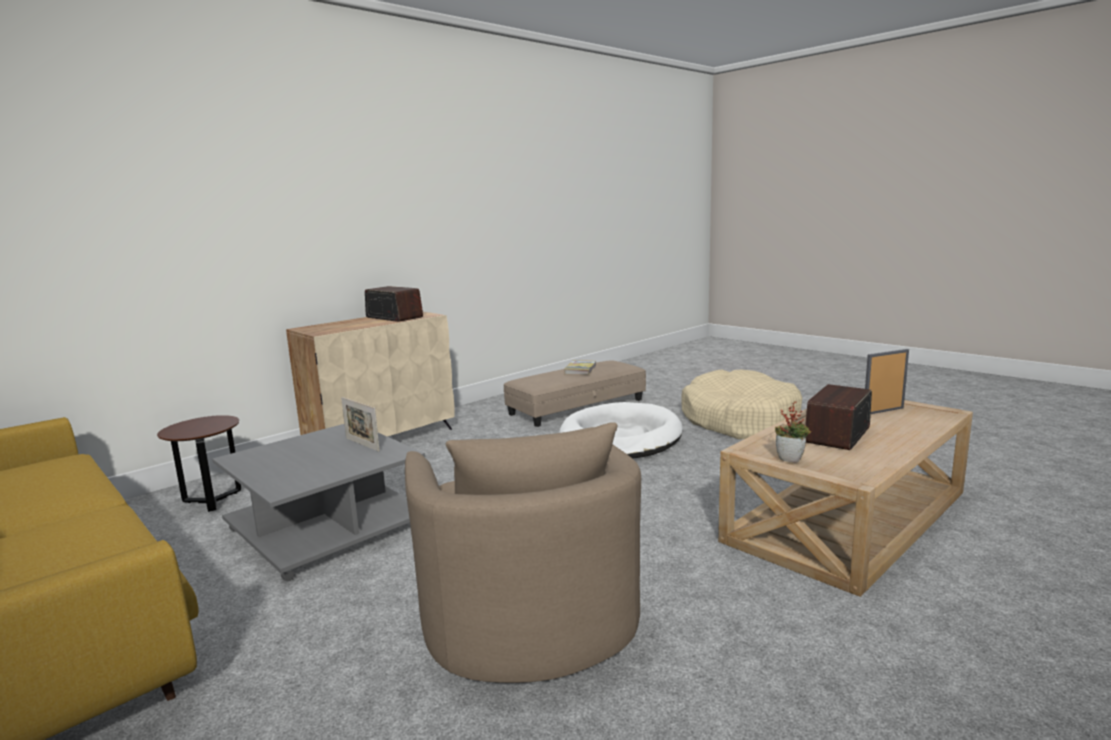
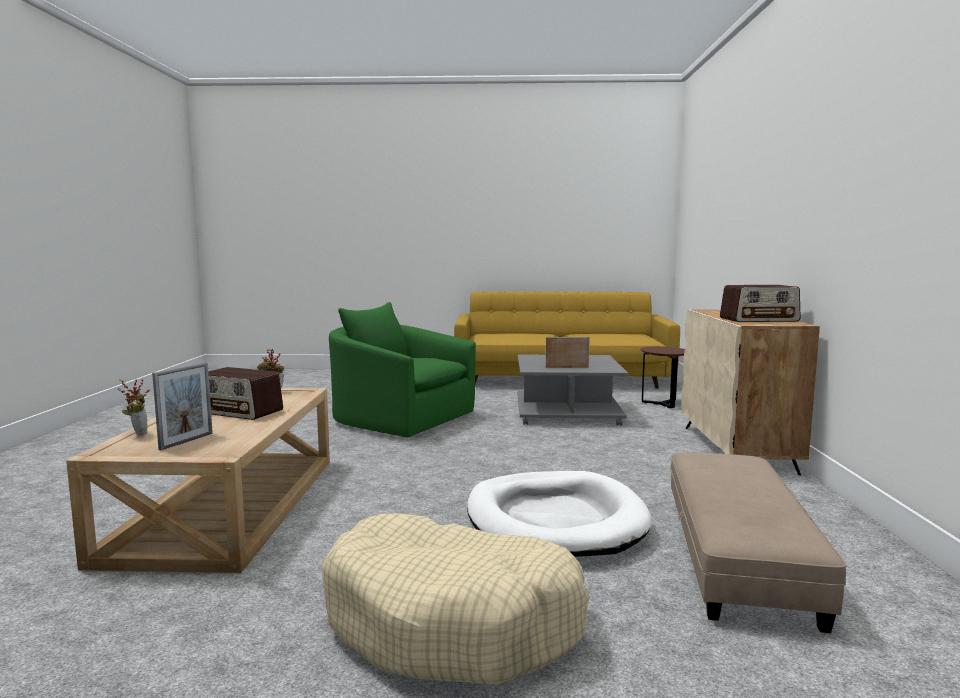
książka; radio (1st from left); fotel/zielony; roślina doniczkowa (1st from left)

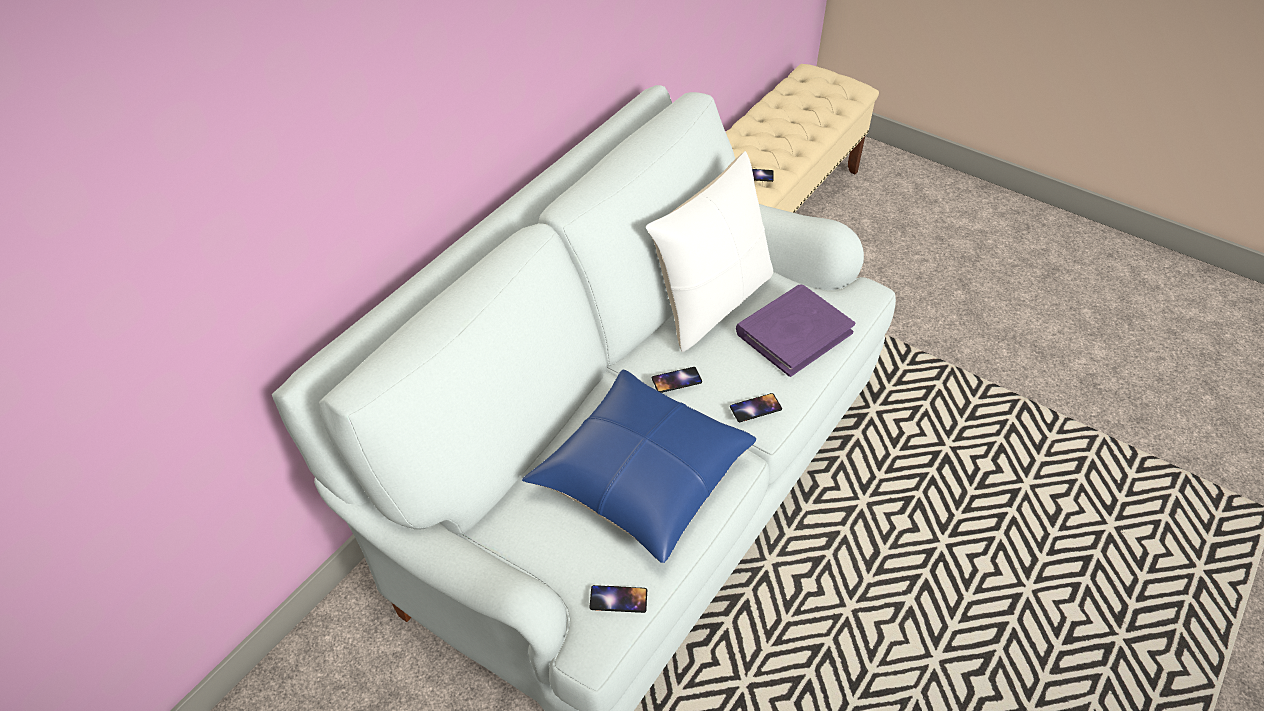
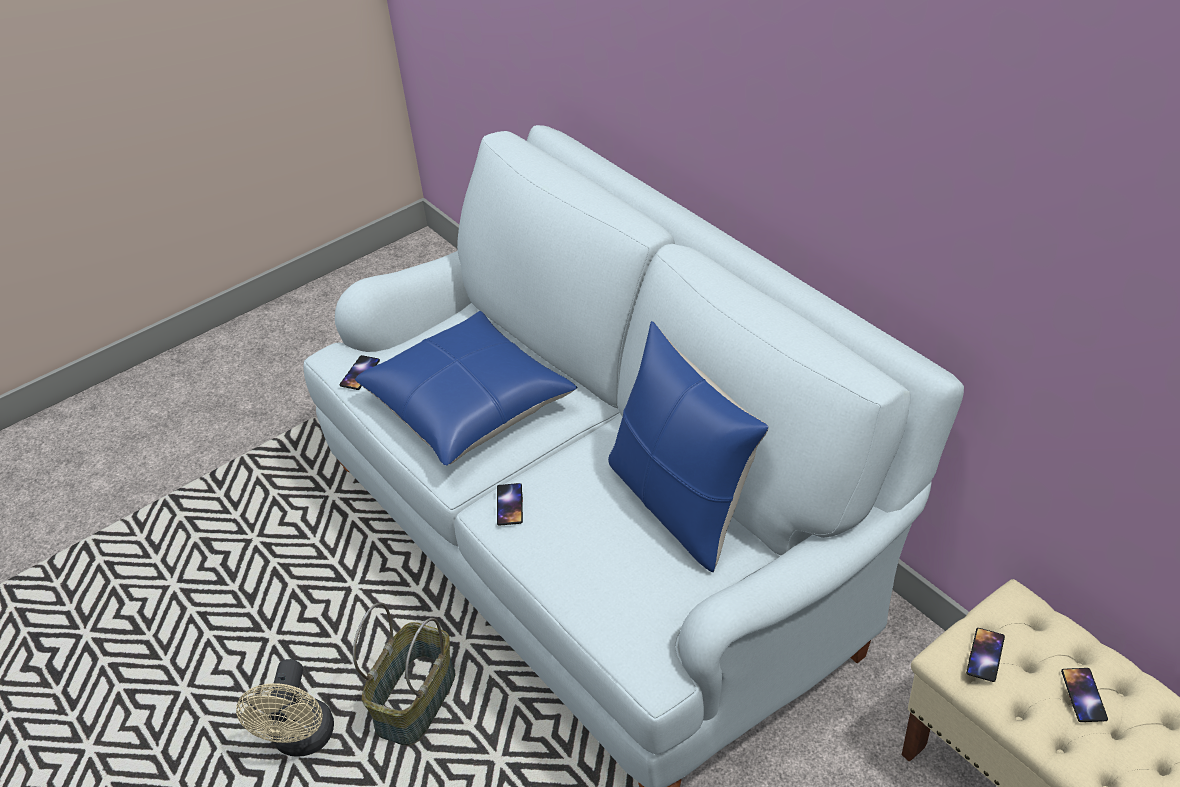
poduszka/niebieski (2nd from left); książka/fioletowy; telefon (4th from left); koszyk; wentylator/beżowy

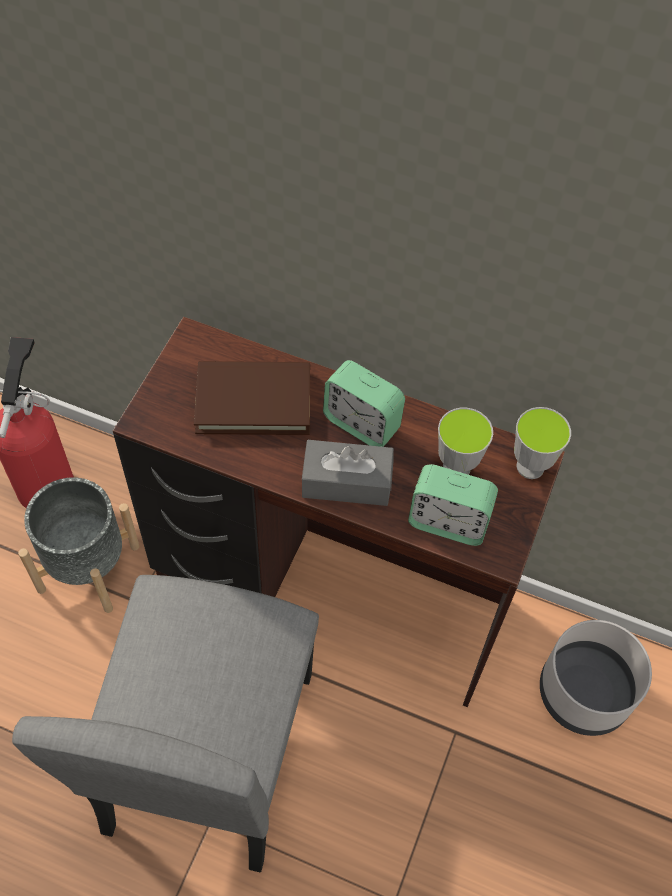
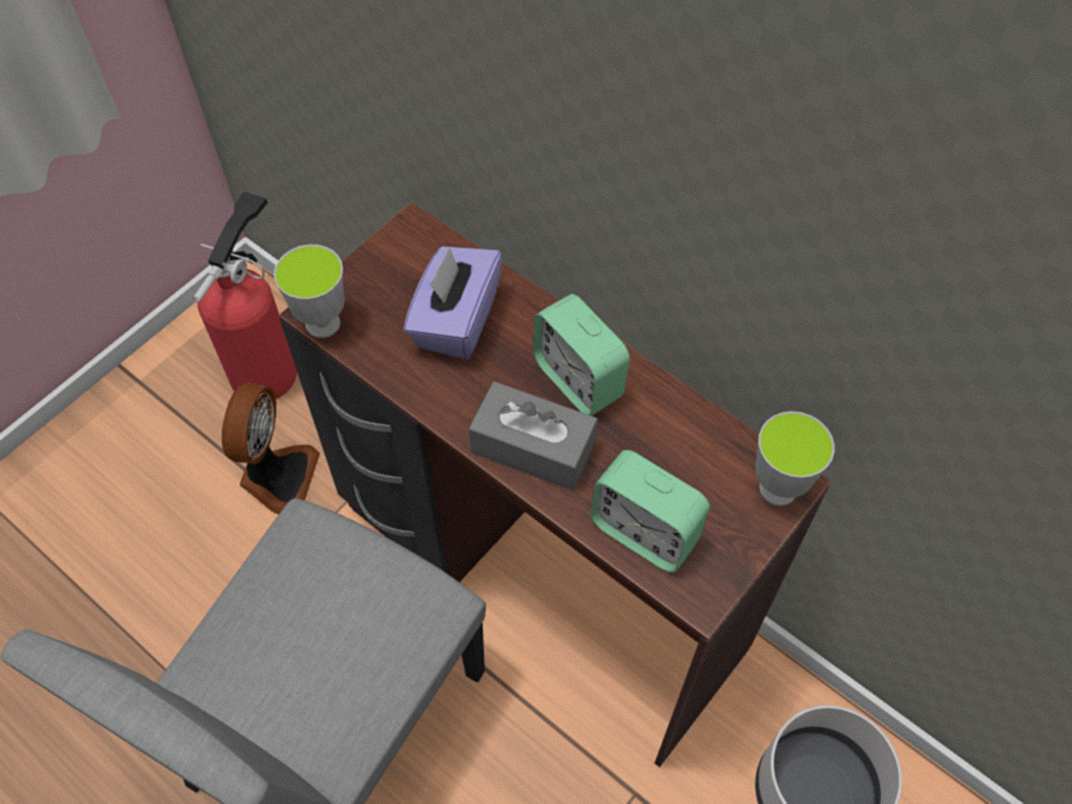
pudełko chusteczek/fioletowy; filiżanka (1st from left); wentylator

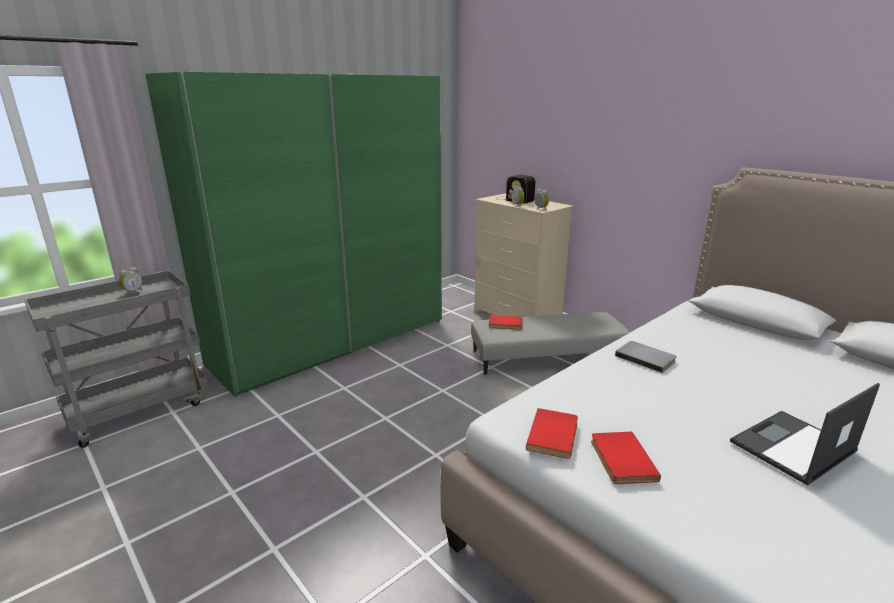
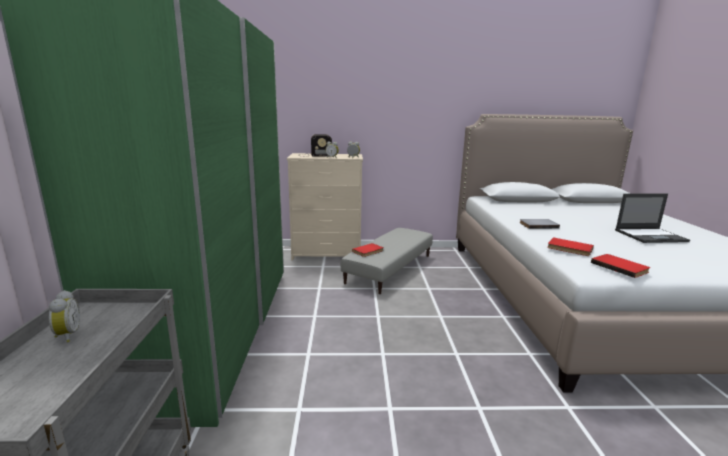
laptop; książka/czerwony (2nd from left)

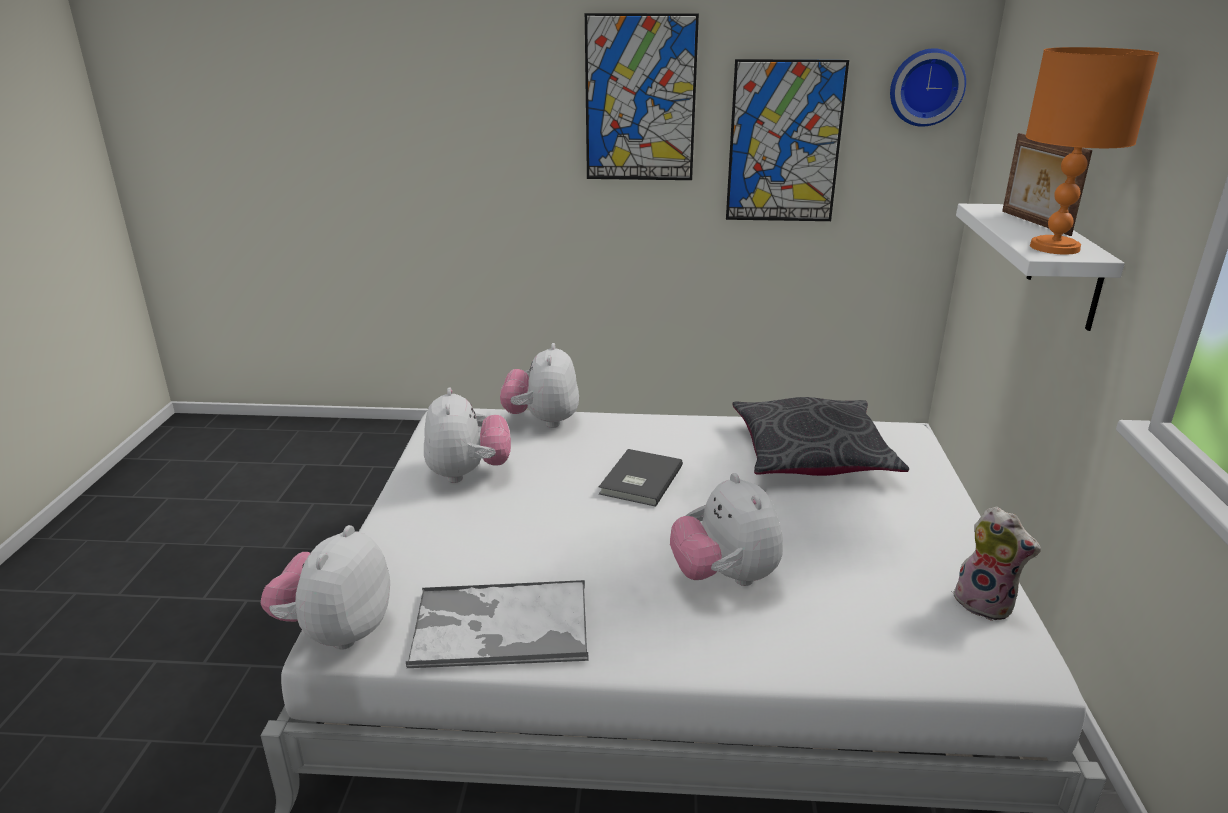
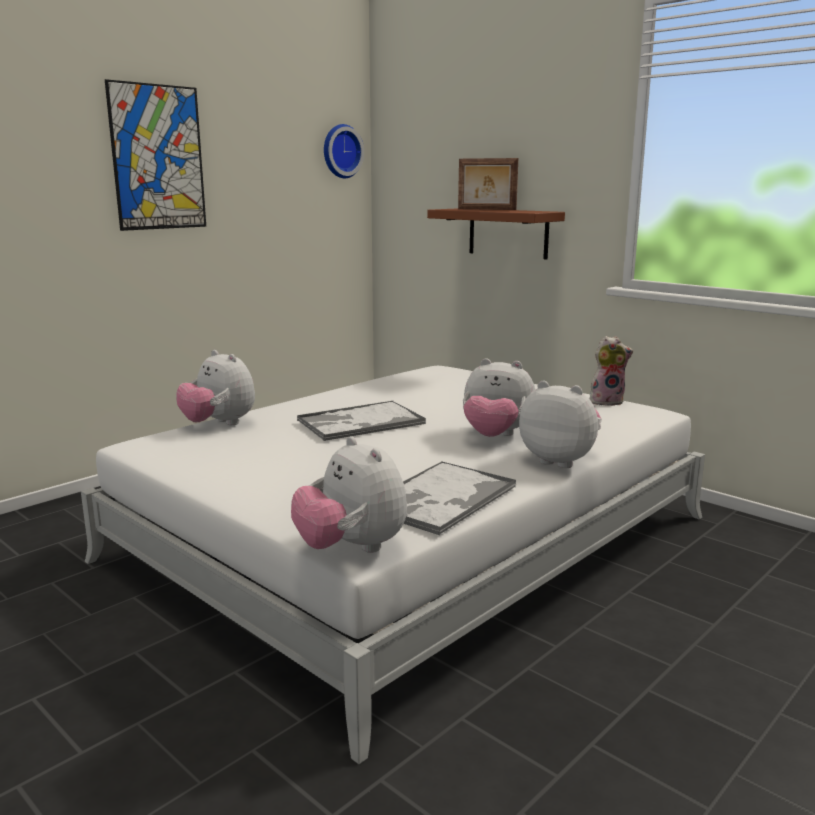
lampa stołowa/pomarańczowy; obraz (2nd from left in the first image); półka/brązowy; pluszak (4th from left); poduszka/szary; taca (1st from left)

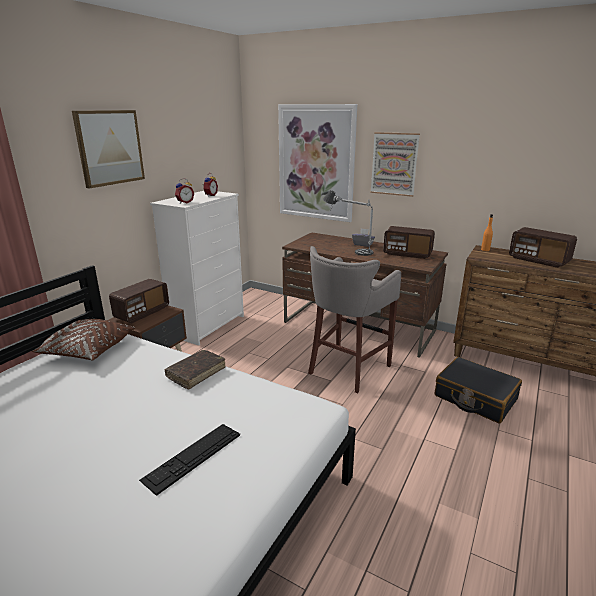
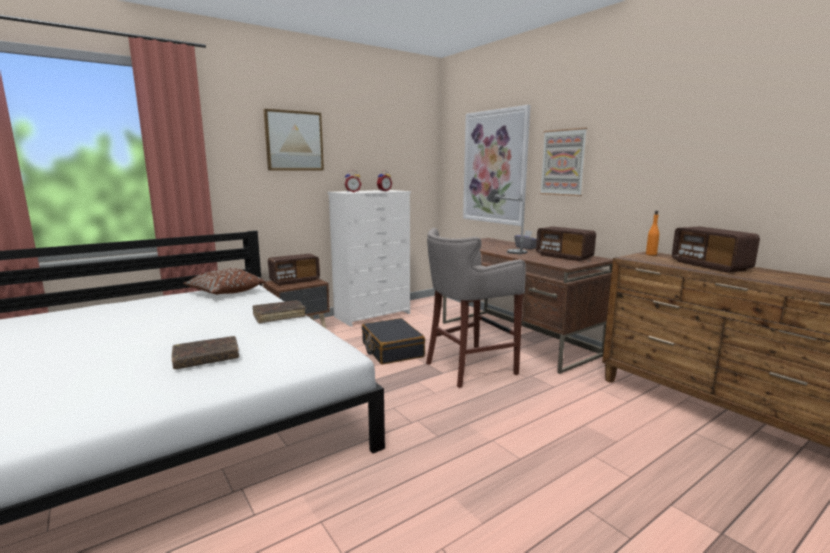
walizka/czarny; książka/brązowy (1st from left)

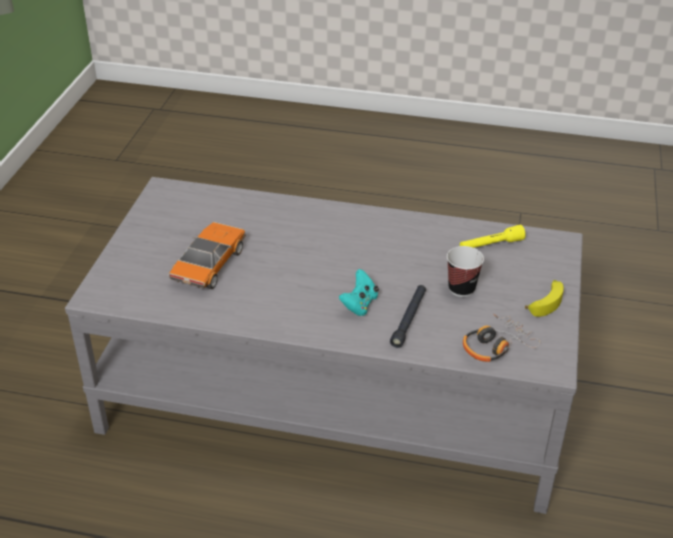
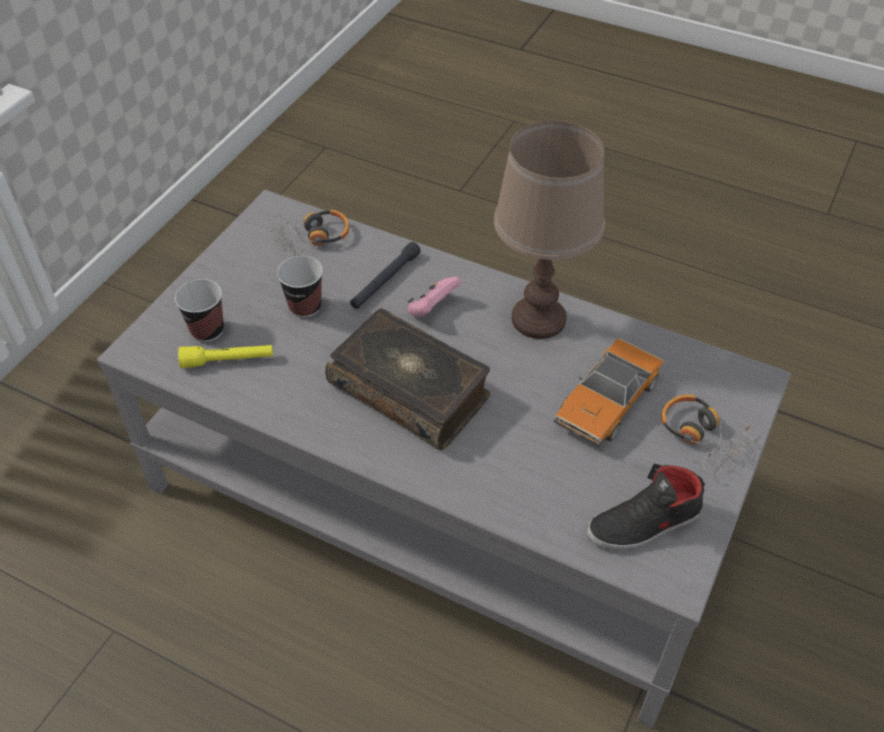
pad do gier/różowy; banan; lampa stołowa/brązowy; filiżanka (1st from left); książka; słuchawki (2nd from left); but/czarny

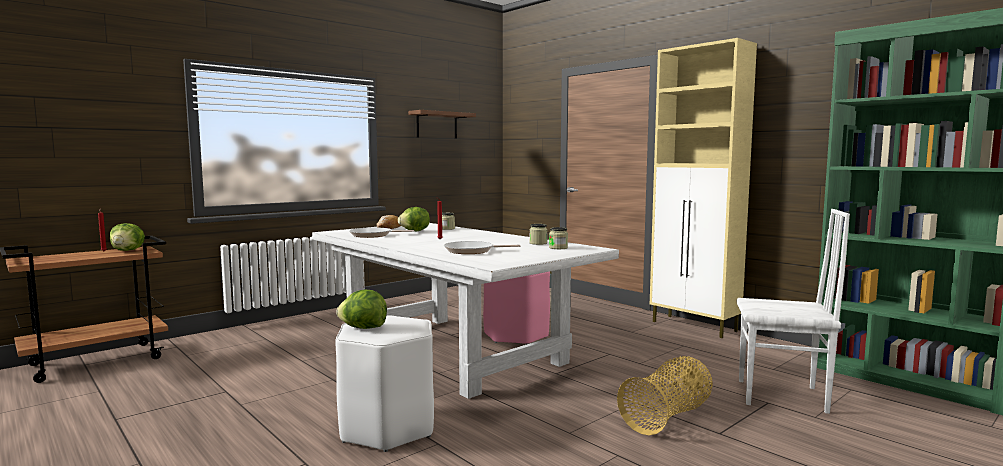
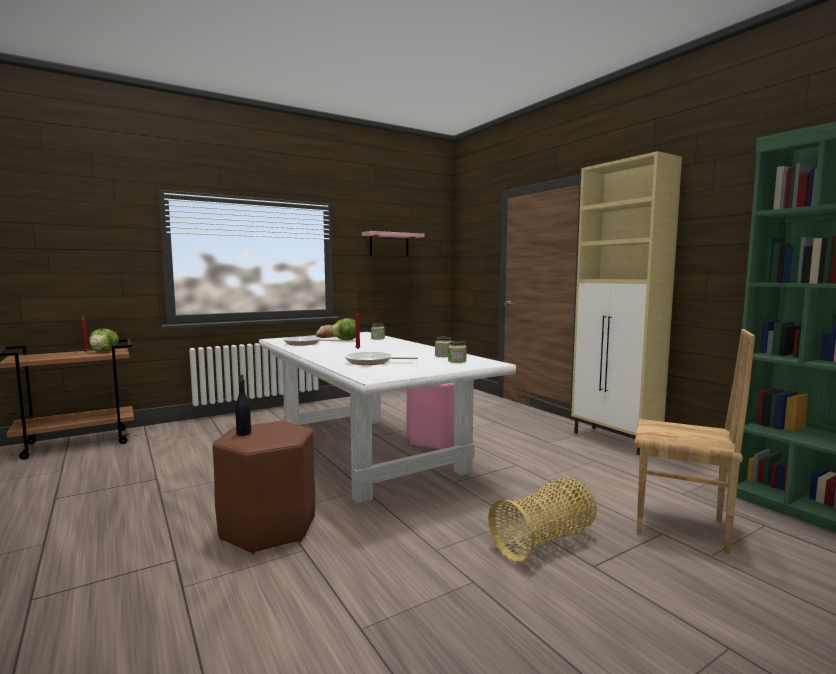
półka/różowy; krzesło/brązowy; butelka/czarny; stołek/brązowy

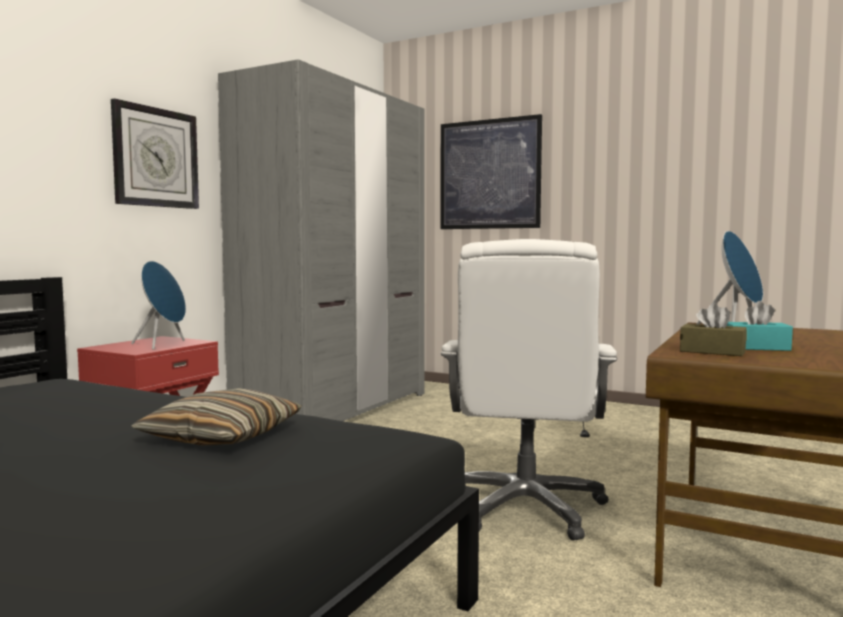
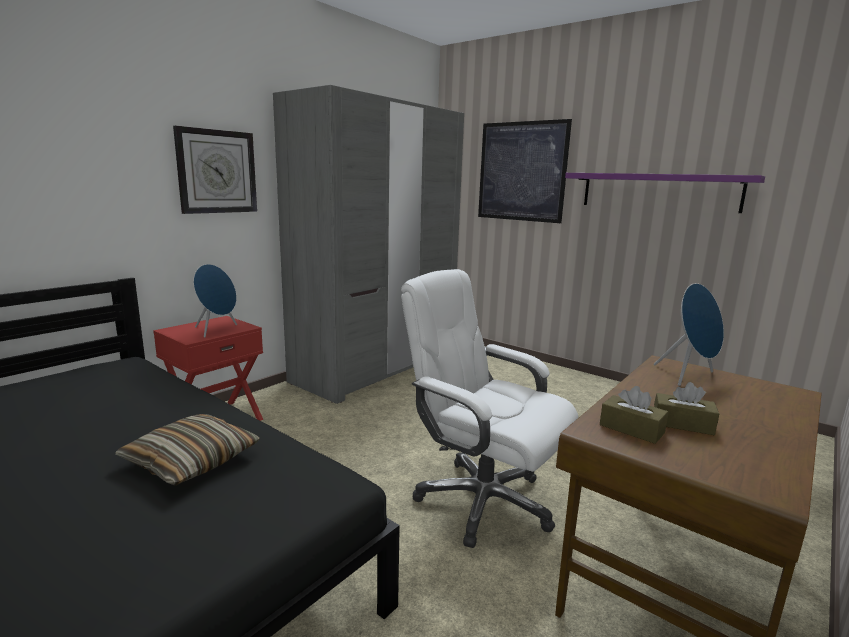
krzesło biurowe/biały; pudełko chusteczek/brązowy (2nd from left); półka/fioletowy

